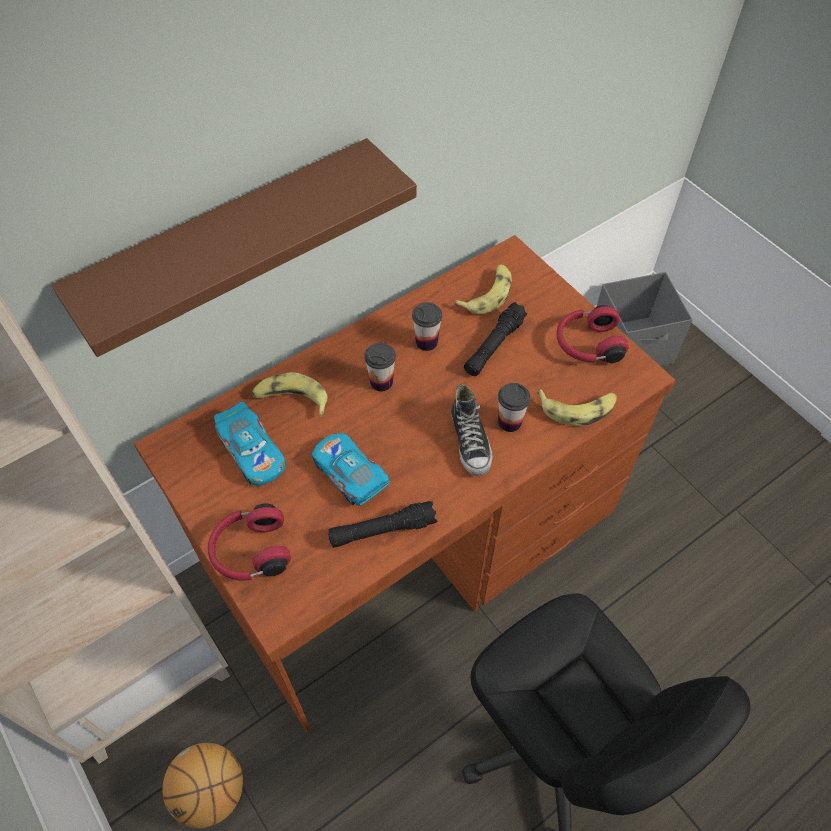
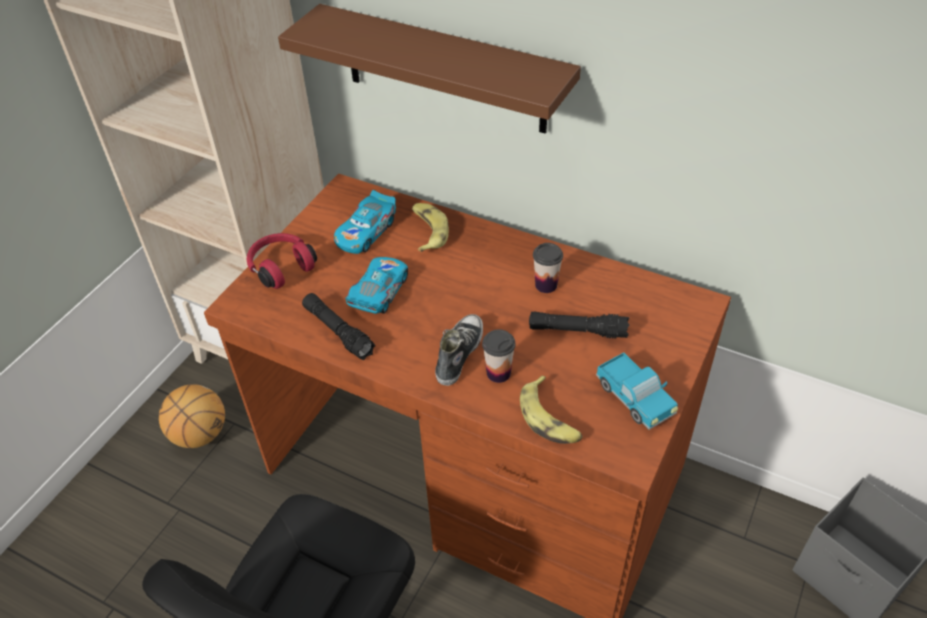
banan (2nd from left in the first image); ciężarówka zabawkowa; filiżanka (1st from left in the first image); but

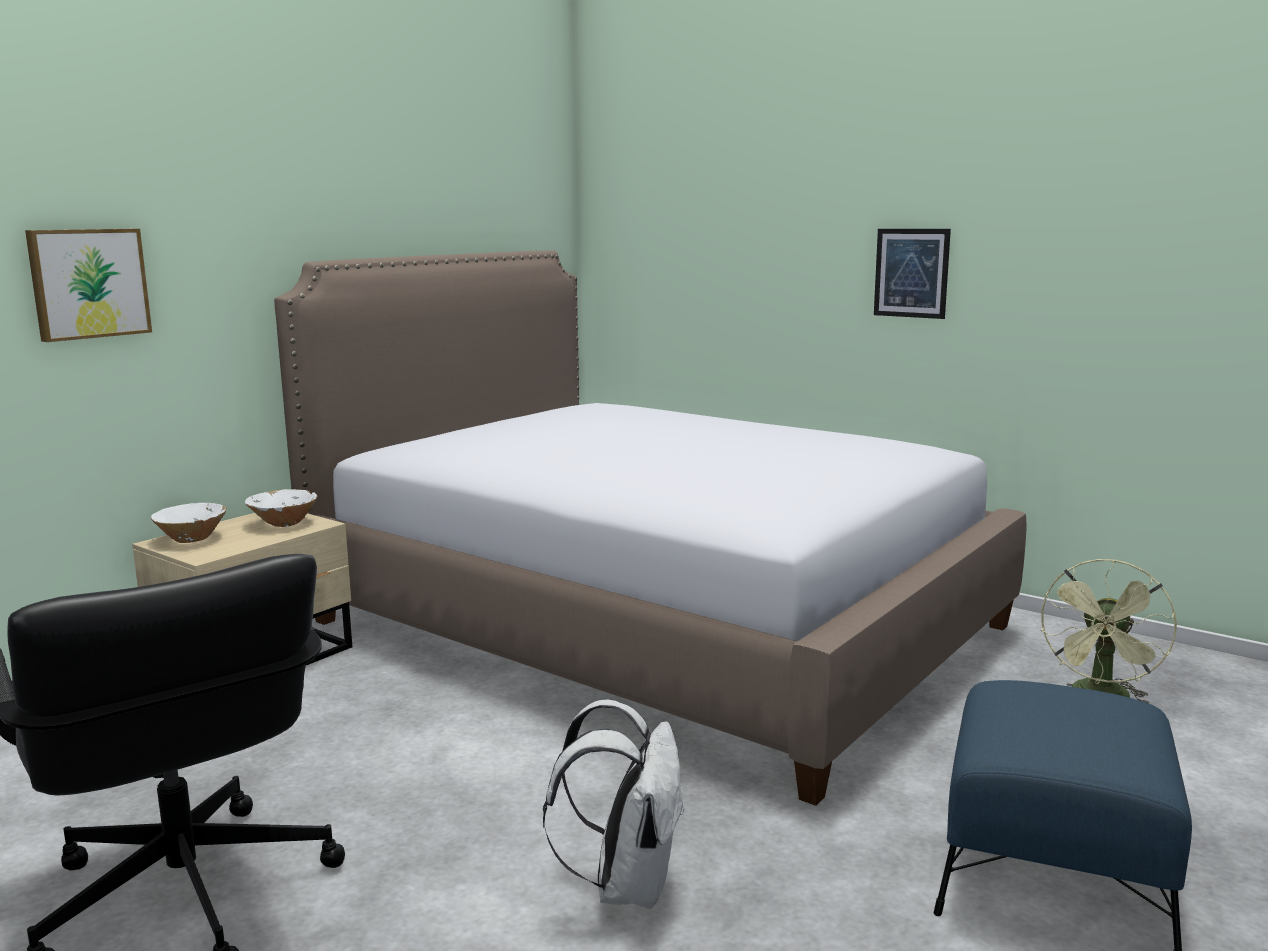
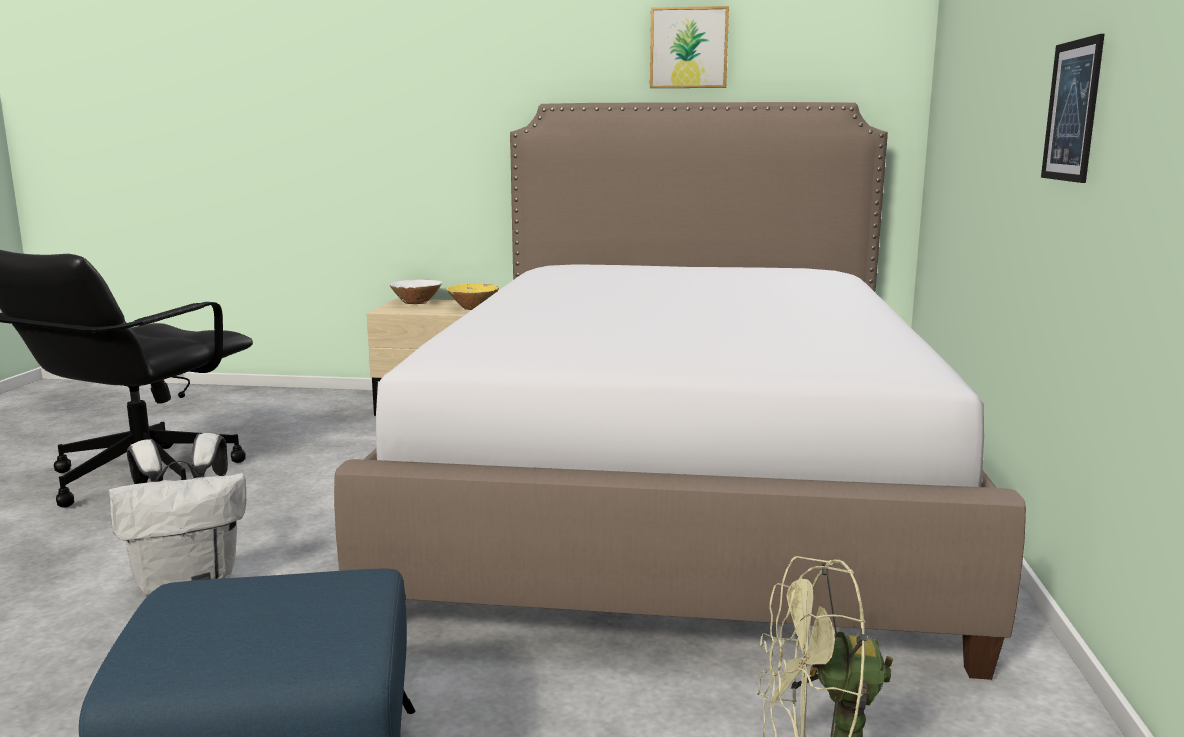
obraz (1st from left); miska/żółty

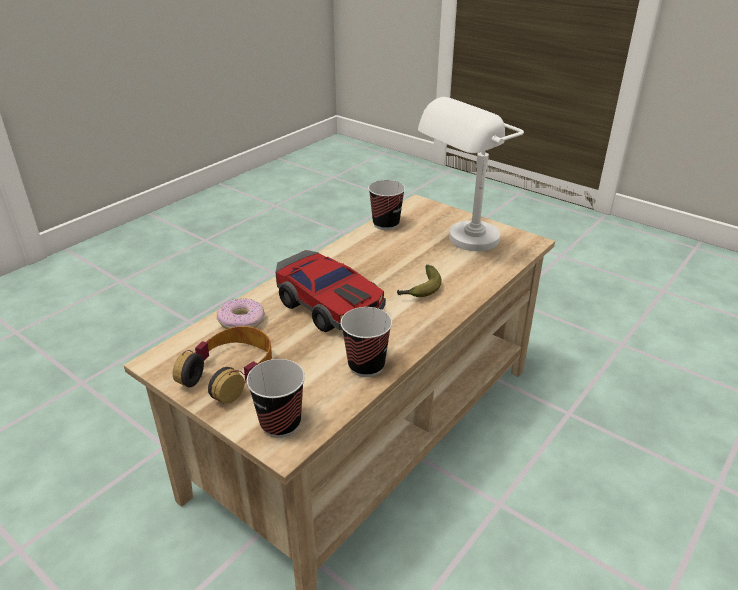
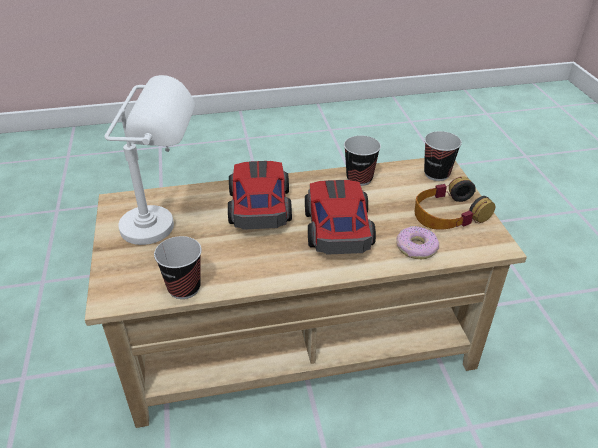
samochodzik (1st from left)

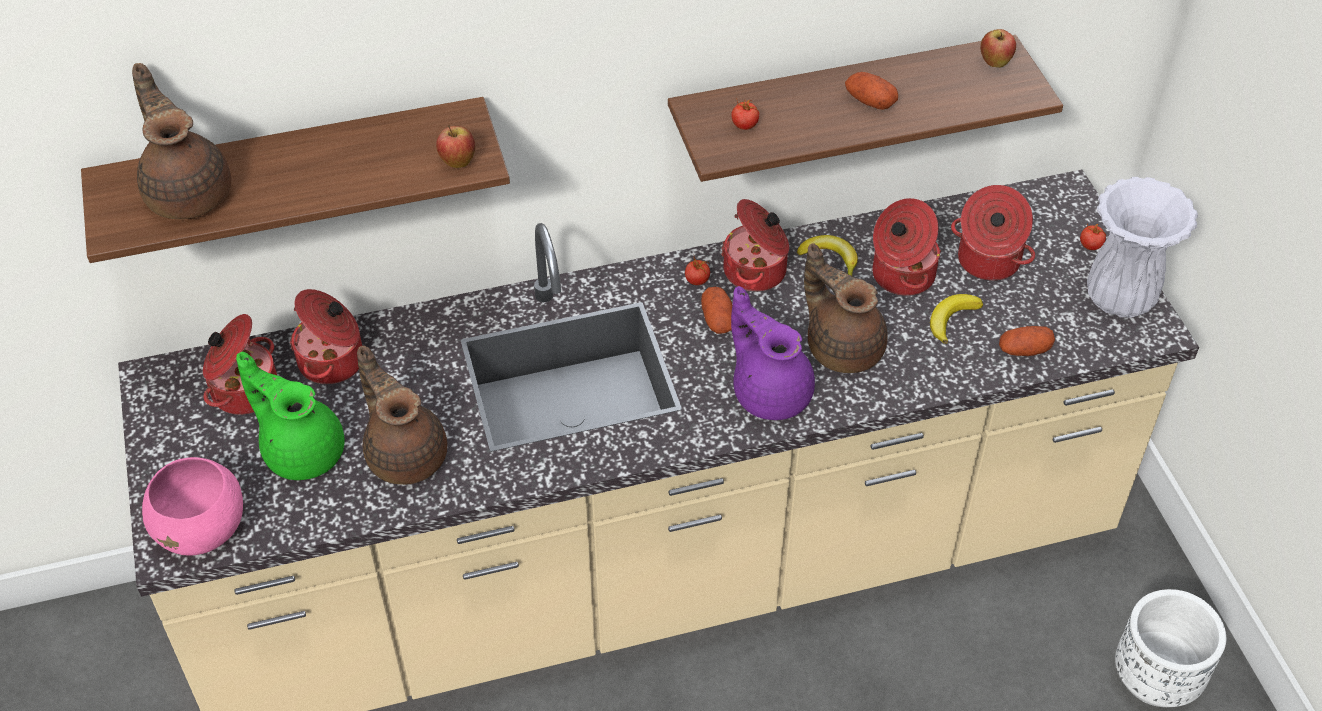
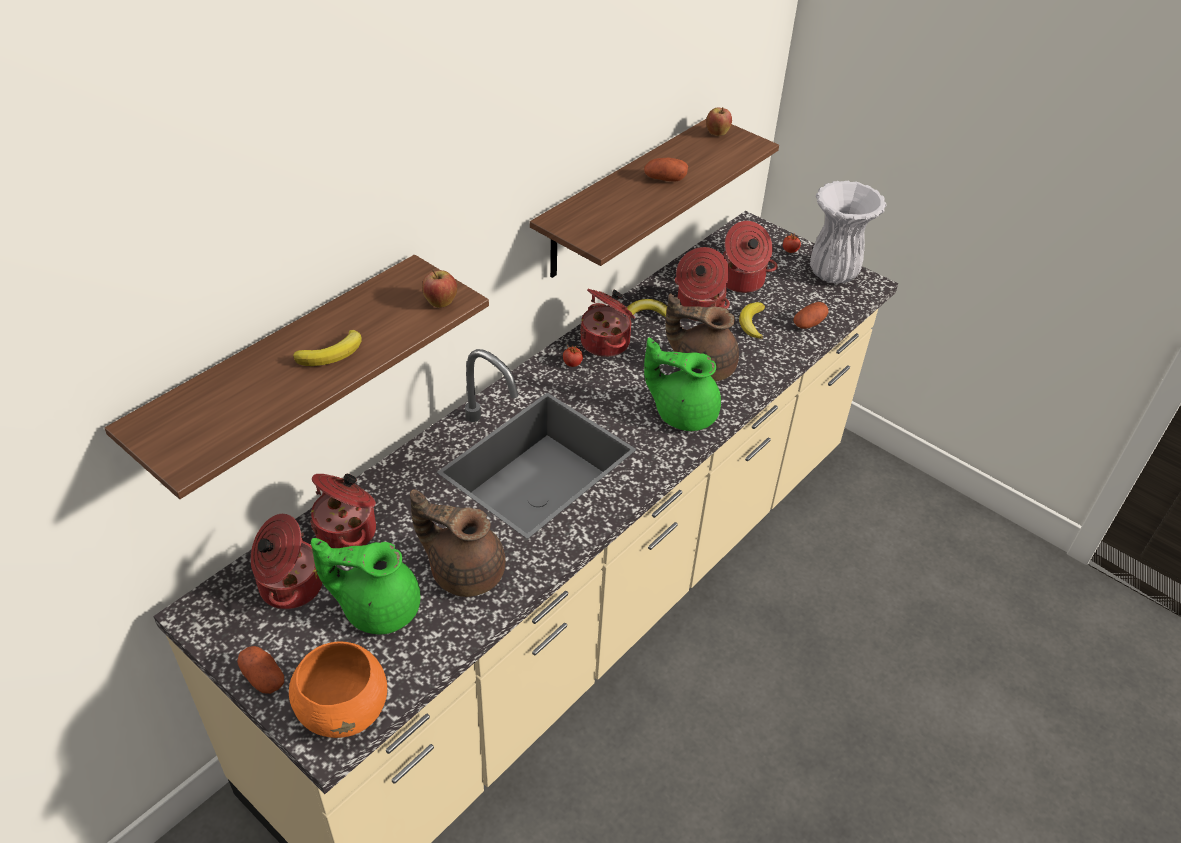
imbryk/brązowy (1st from left in the first image); pomidor (2nd from left in the first image); imbryk/zielony (2nd from left); ziemniak (1st from left); miska/pomarańczowy; donica/biały; banan (1st from left)

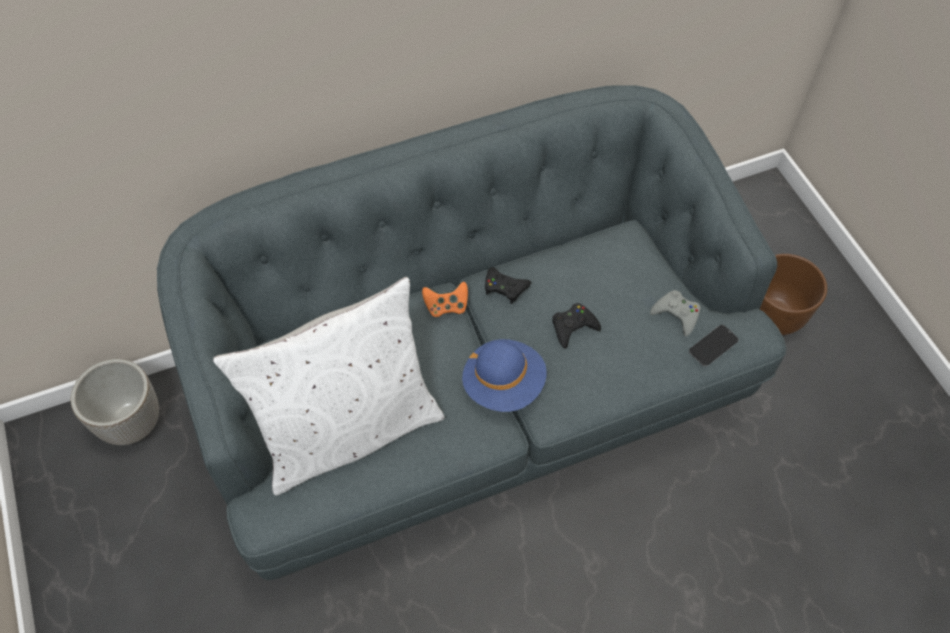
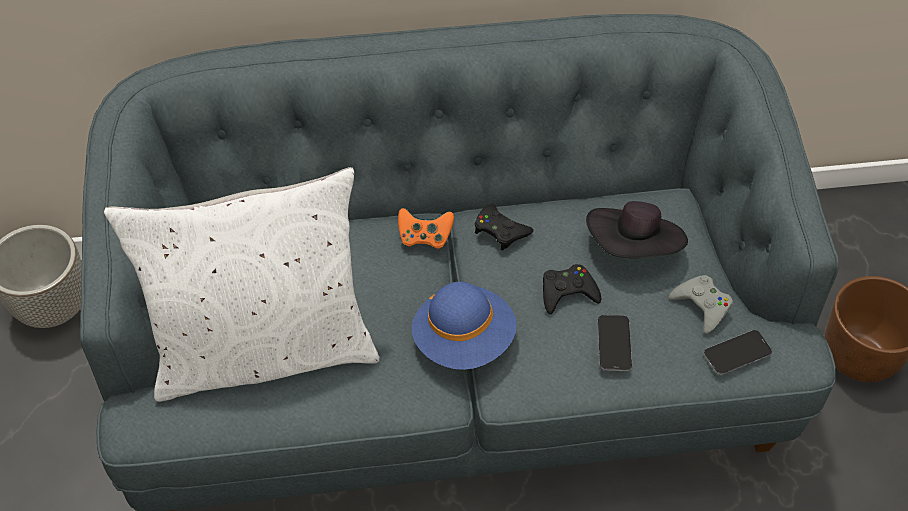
kapelusz/czarny; telefon (1st from left)

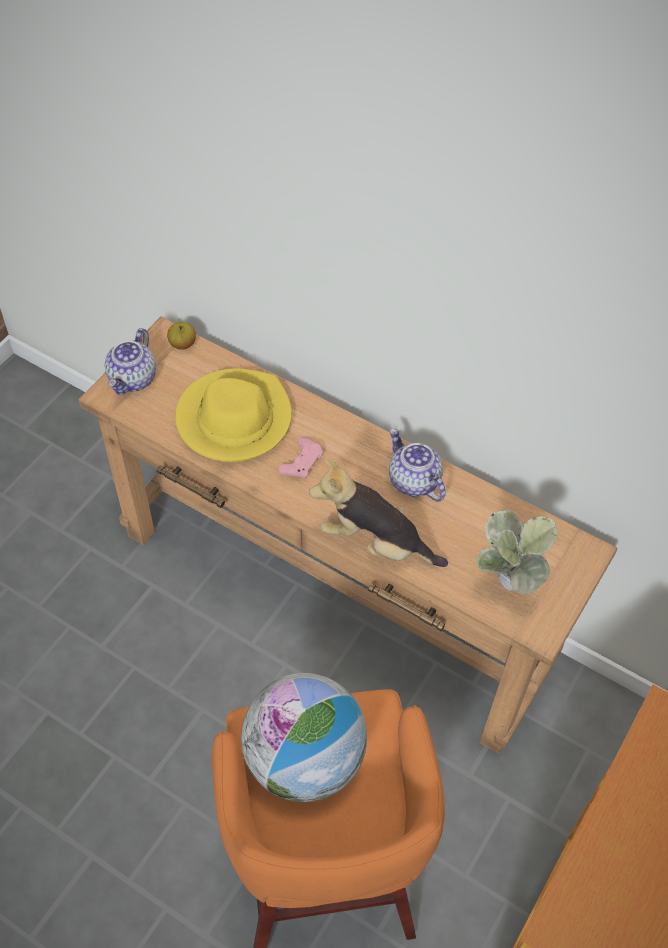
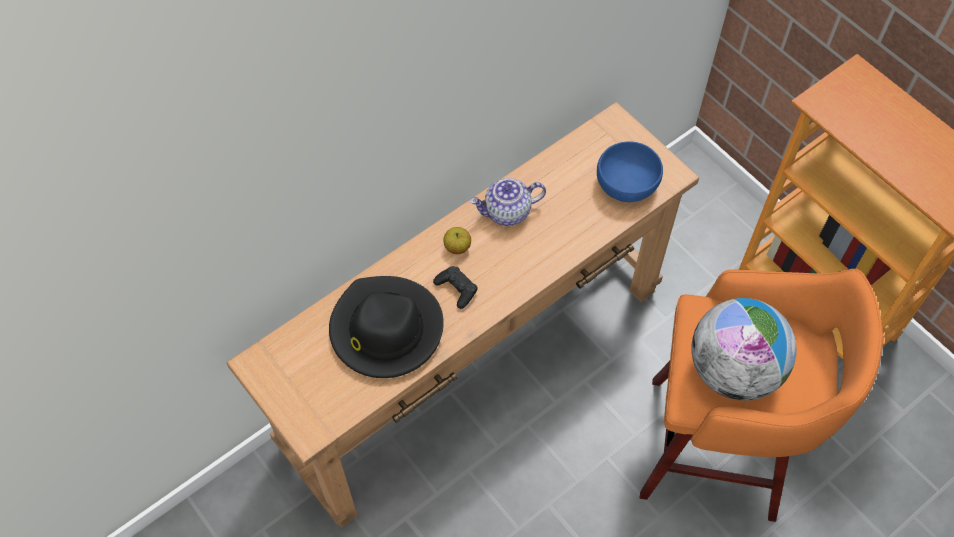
jabłko; imbryk (1st from left in the first image); kapelusz/czarny; pad do gier/czarny; pluszak; miska/niebieski

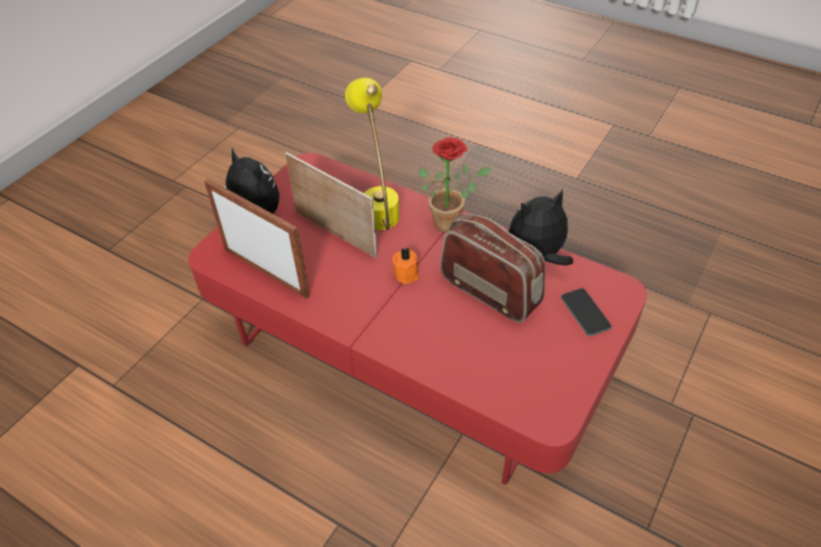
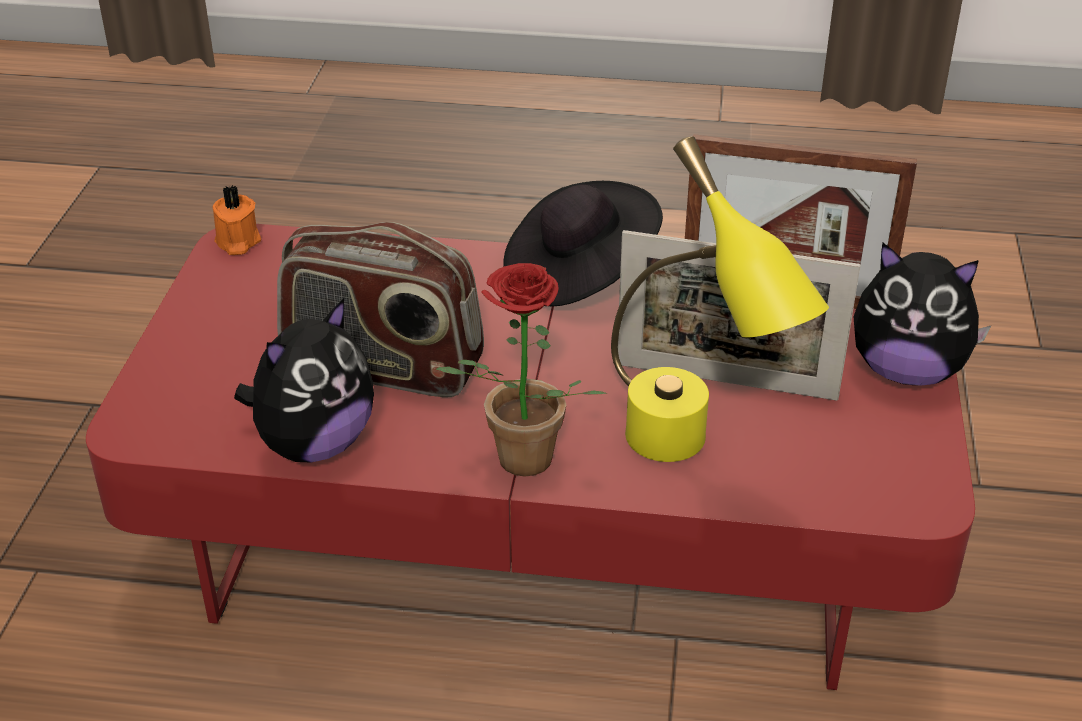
świeca/pomarańczowy; telefon; kapelusz/czarny

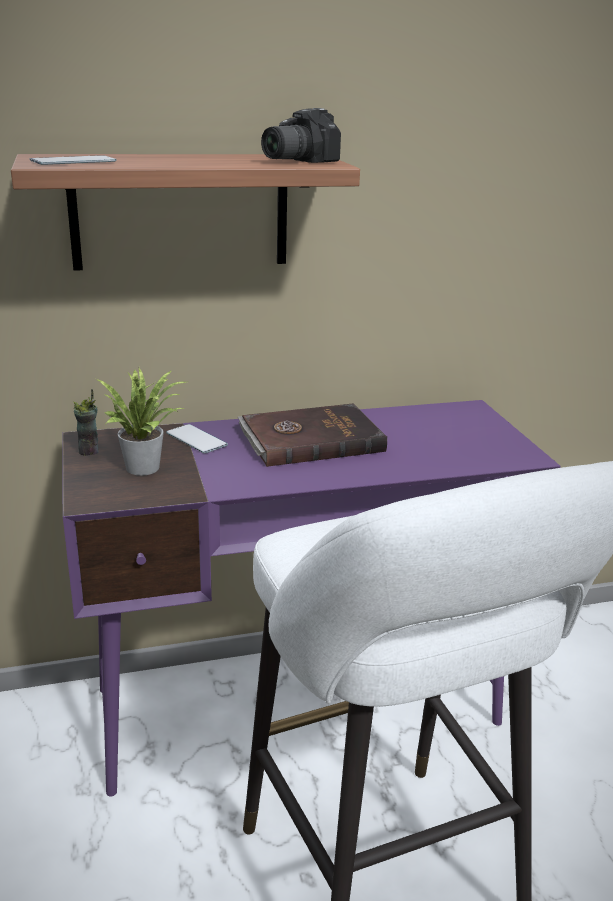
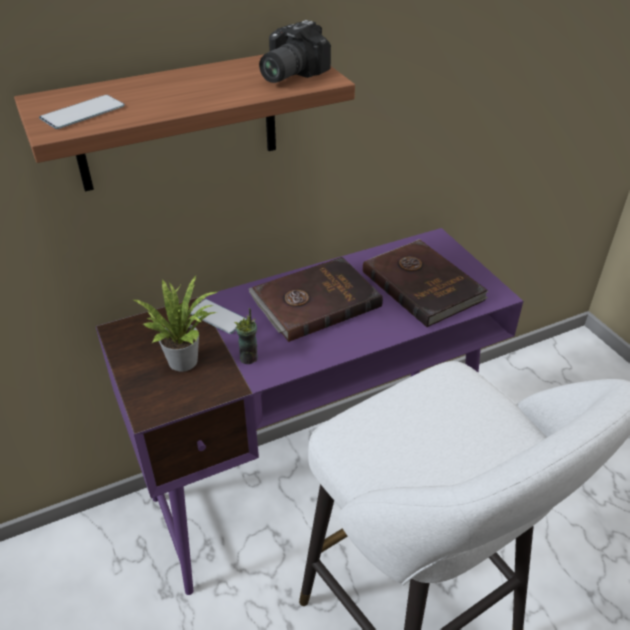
filiżanka; książka/brązowy (2nd from left)

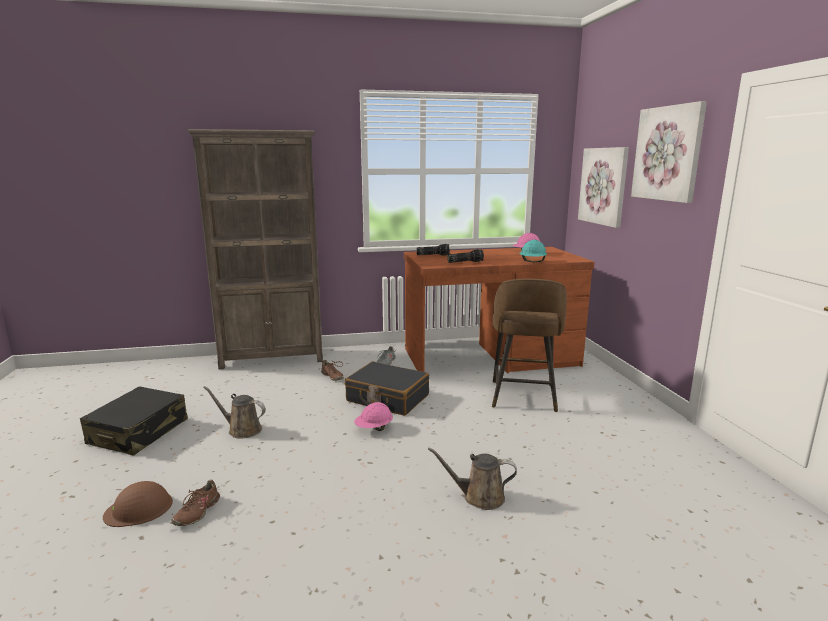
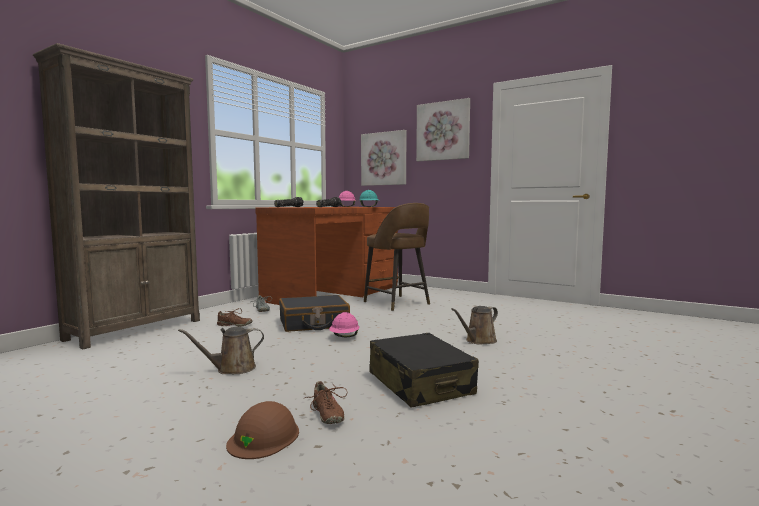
walizka/czarny (2nd from left)

